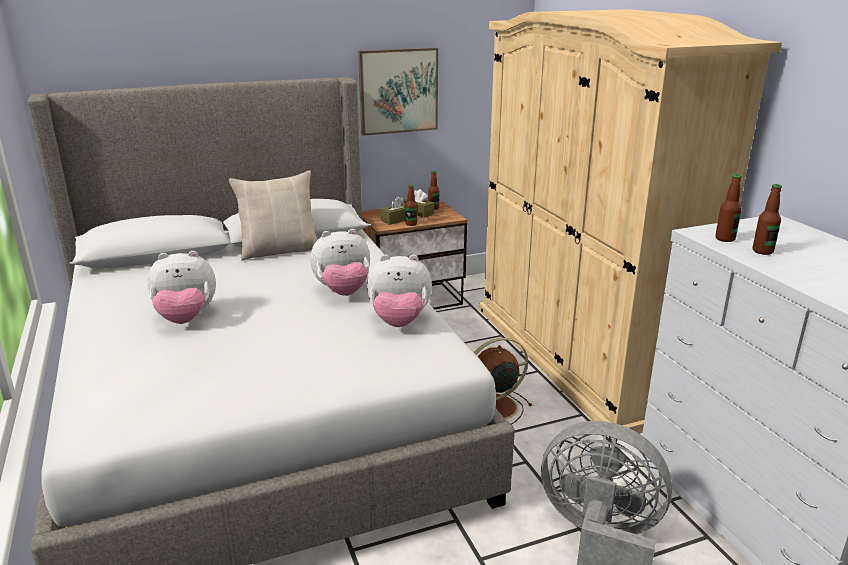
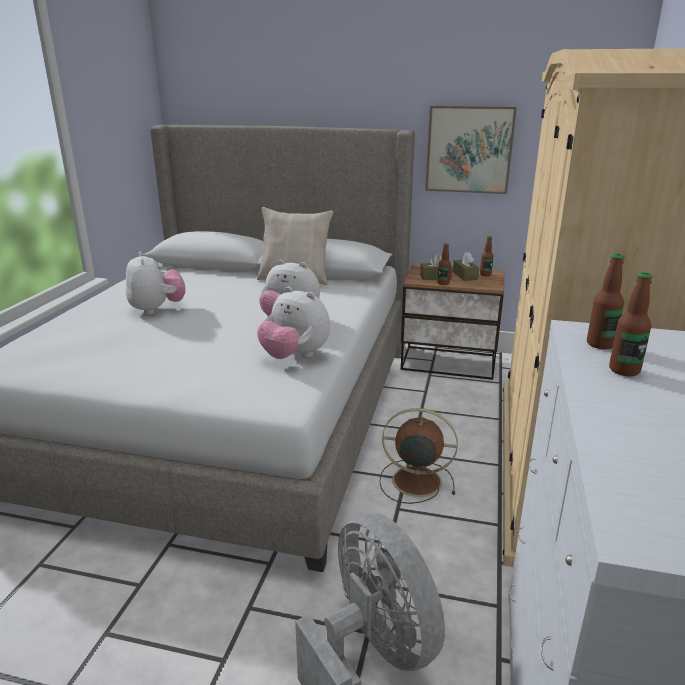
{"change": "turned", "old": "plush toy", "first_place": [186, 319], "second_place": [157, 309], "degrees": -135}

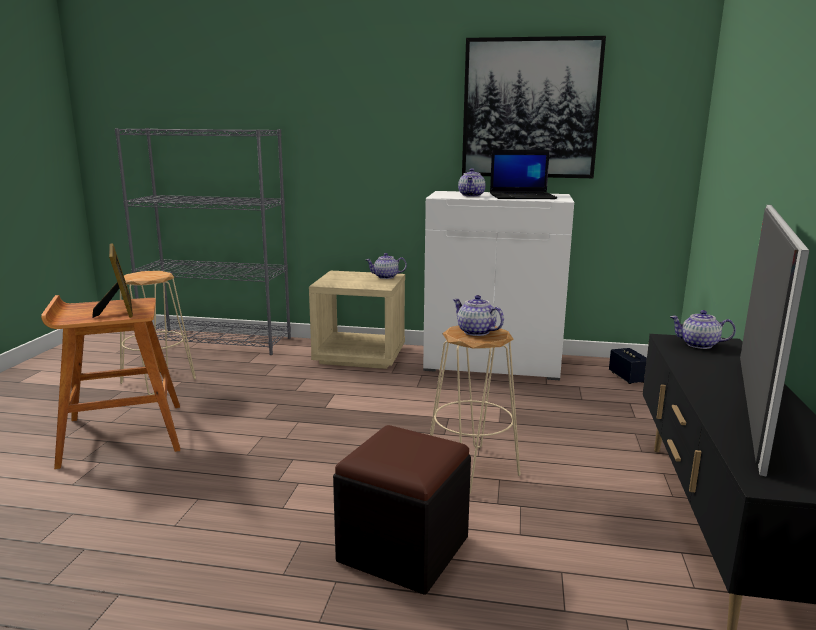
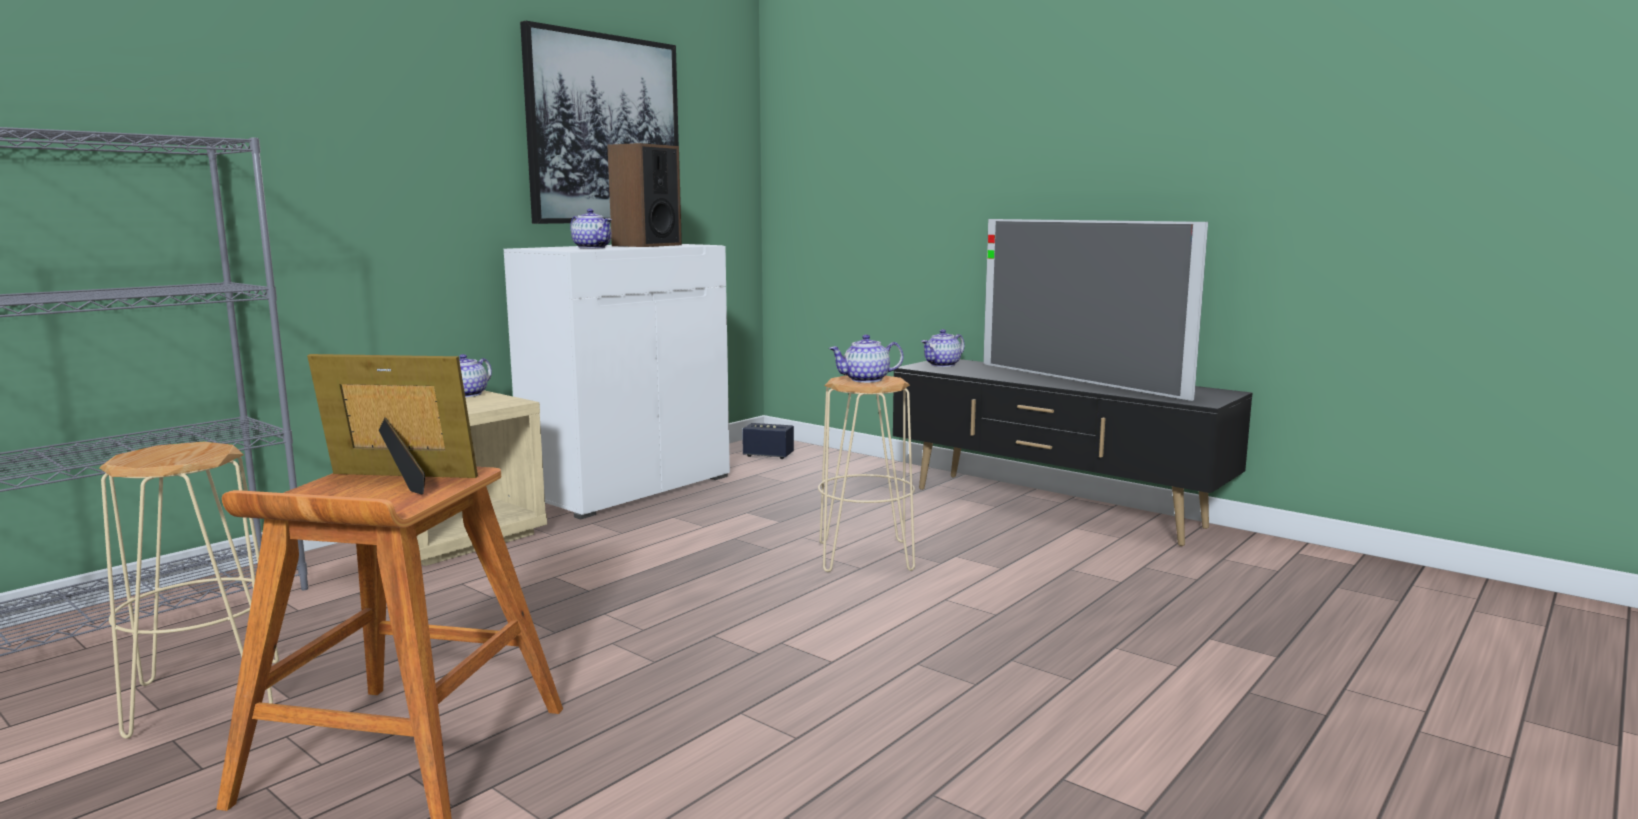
{"change": "replaced", "old": "laptop", "new": "speaker", "first_place": [523, 196], "second_place": [646, 245]}
{"change": "removed", "old": "black ottoman", "first_place": [403, 549]}

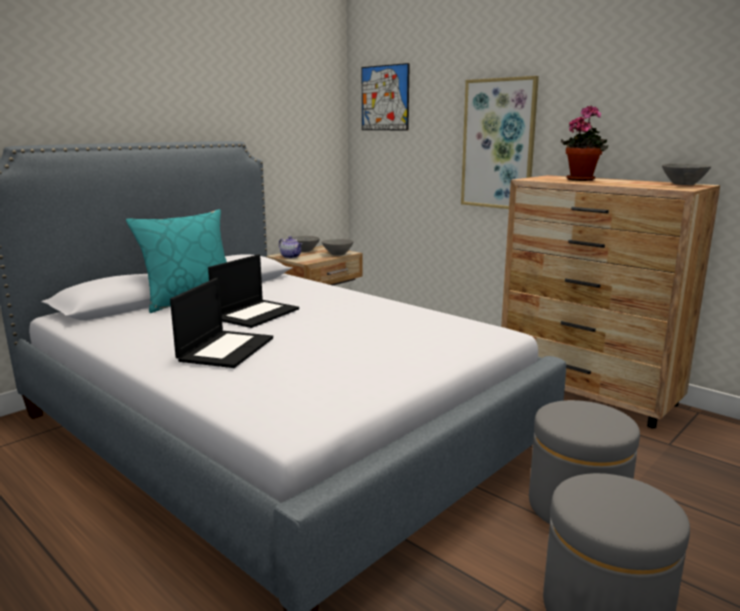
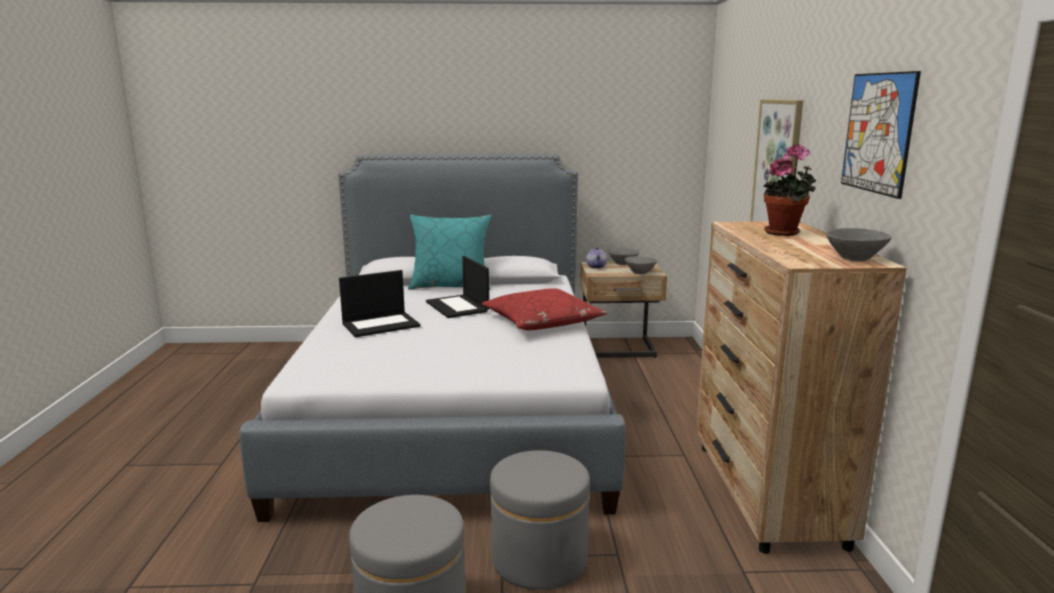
{"change": "moved", "old": "picture", "first_place": [385, 98], "second_place": [878, 133]}
{"change": "turned", "old": "laptop", "first_place": [256, 313], "second_place": [458, 307], "degrees": 75}
{"change": "added", "new": "red pillow", "second_place": [542, 322]}

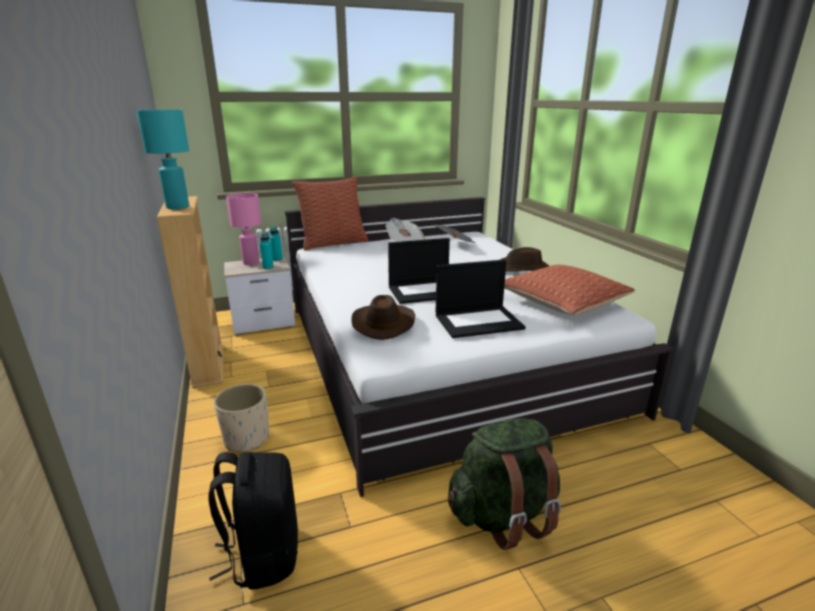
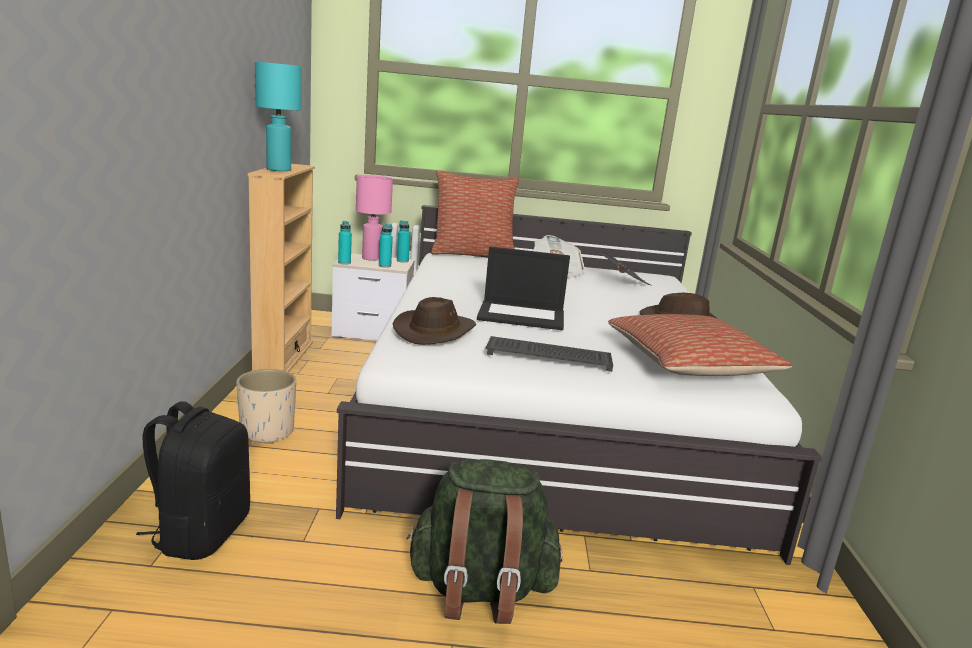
{"change": "replaced", "old": "laptop", "new": "keyboard", "first_place": [479, 321], "second_place": [550, 355]}
{"change": "added", "new": "turquoise bottle", "second_place": [344, 263]}

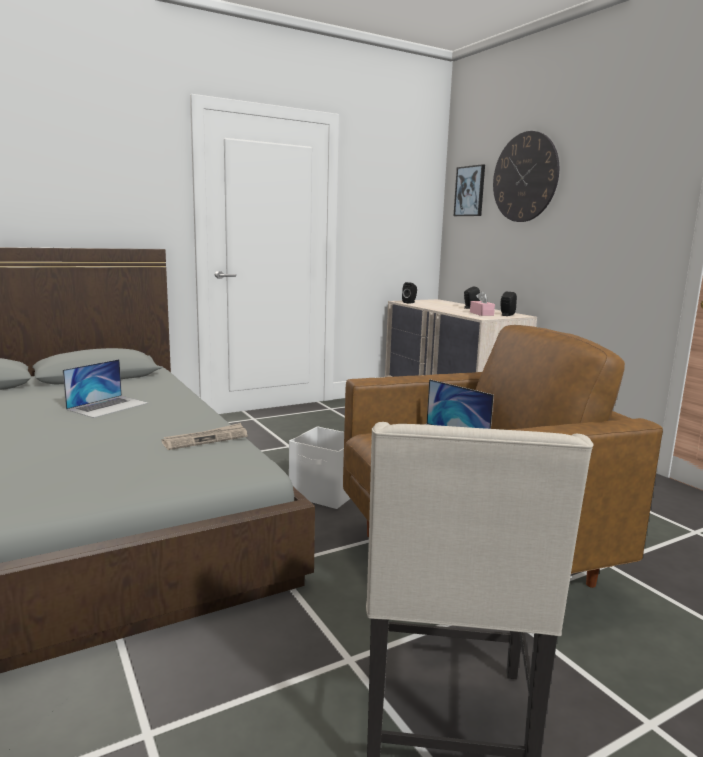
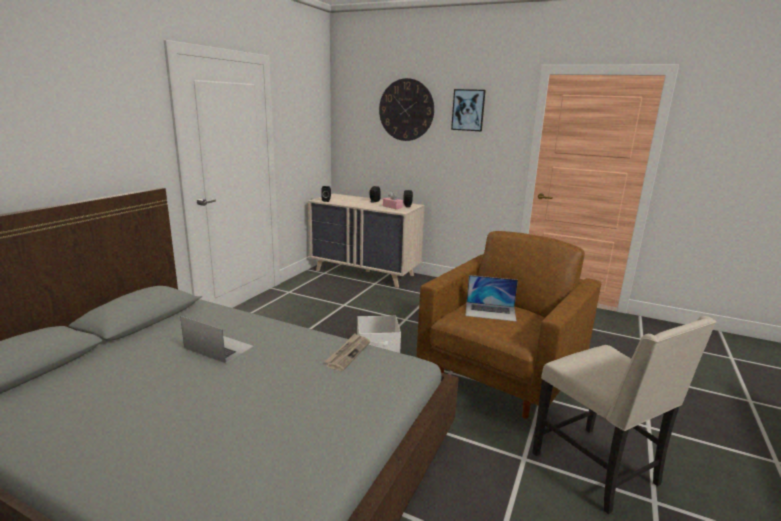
{"change": "moved", "old": "picture", "first_place": [470, 191], "second_place": [468, 110]}
{"change": "turned", "old": "laptop", "first_place": [108, 406], "second_place": [218, 347], "degrees": -60}

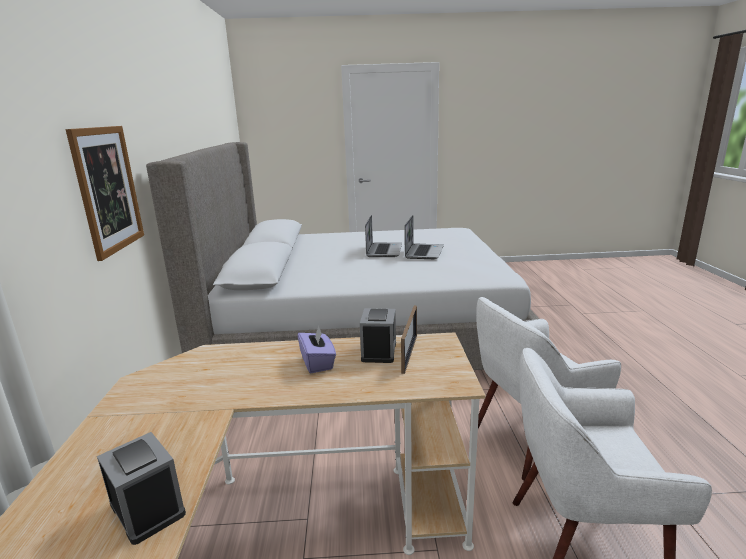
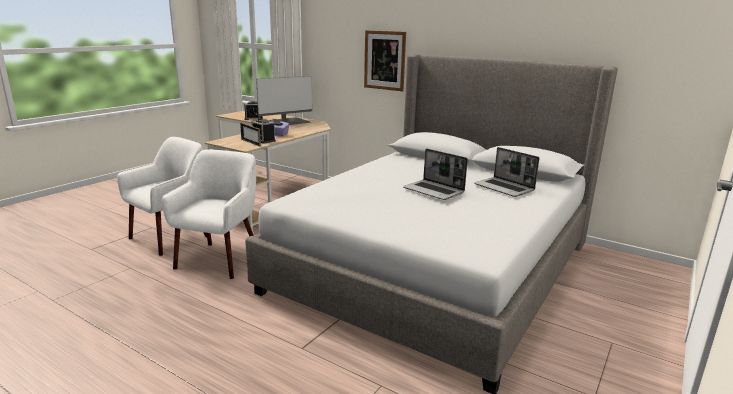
{"change": "moved", "old": "laptop", "first_place": [423, 252], "second_place": [504, 188]}
{"change": "added", "new": "monitor", "second_place": [289, 122]}

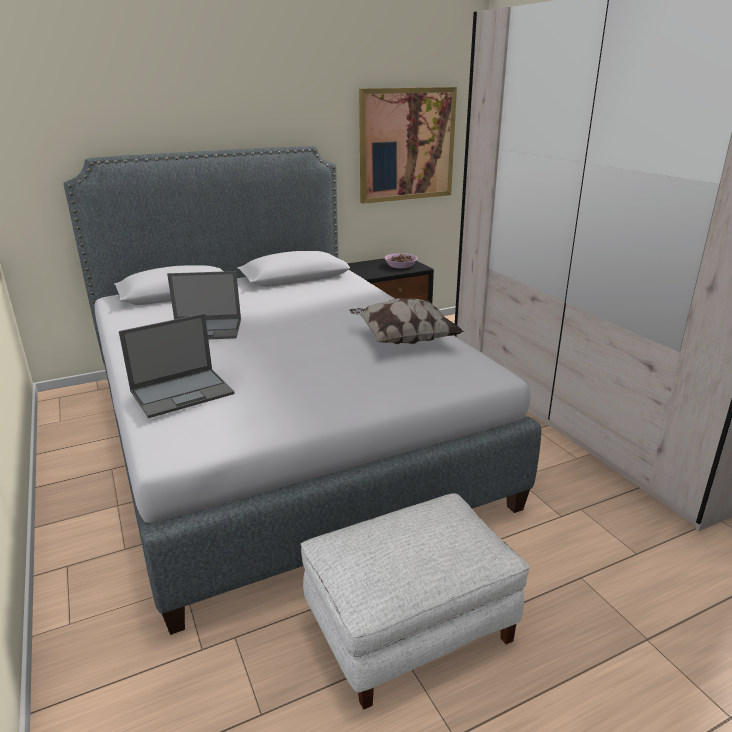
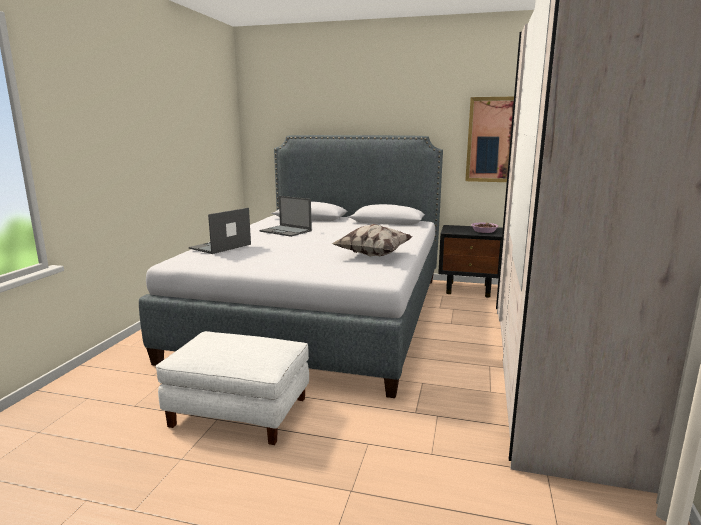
{"change": "turned", "old": "laptop", "first_place": [183, 392], "second_place": [220, 246], "degrees": 120}

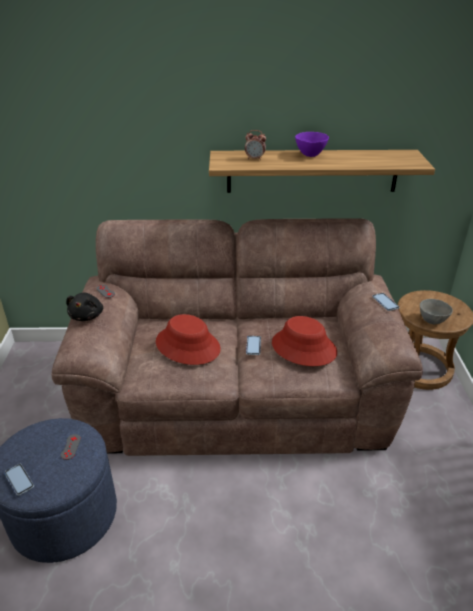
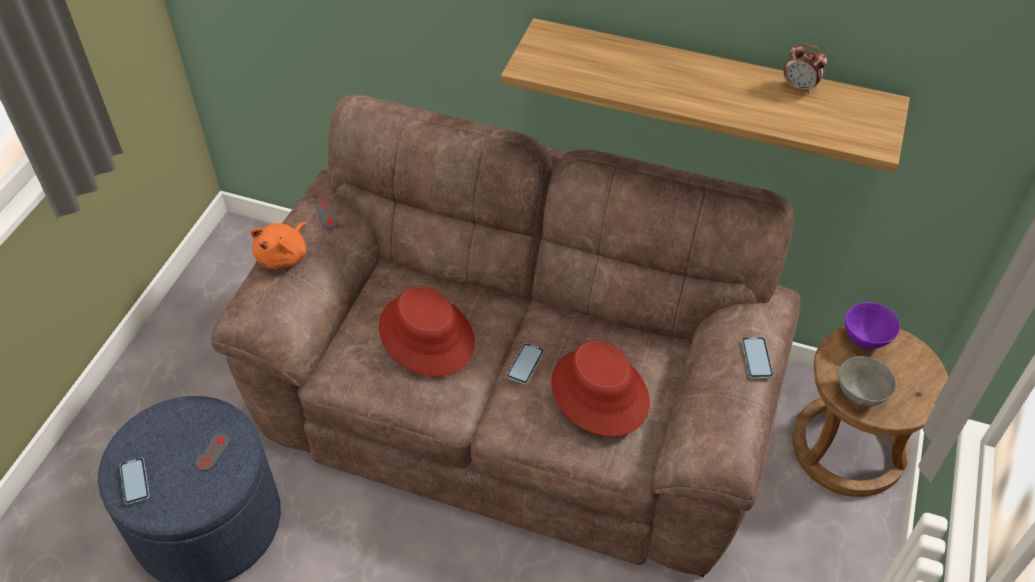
{"change": "moved", "old": "alarm clock", "first_place": [255, 159], "second_place": [799, 87]}
{"change": "moved", "old": "purple bowl", "first_place": [310, 155], "second_place": [865, 341]}
{"change": "recoloured", "old": "black plush toy", "new": "orange plush toy", "first_place": [87, 316], "second_place": [284, 256]}

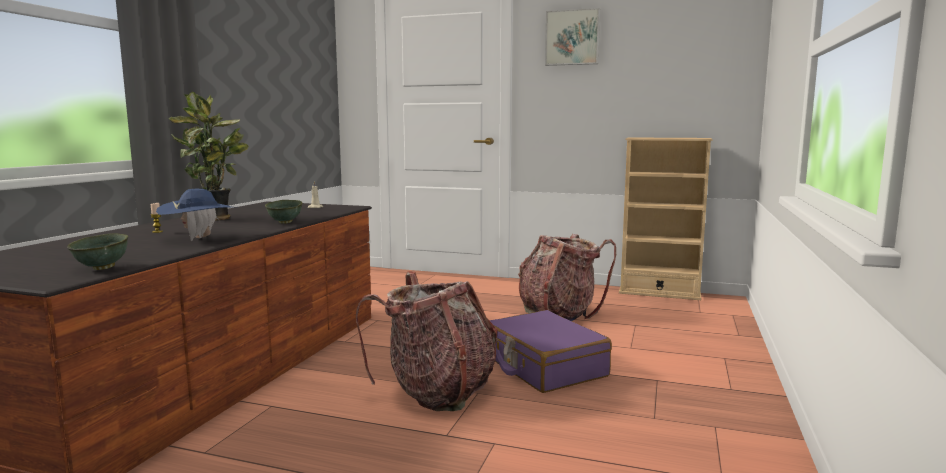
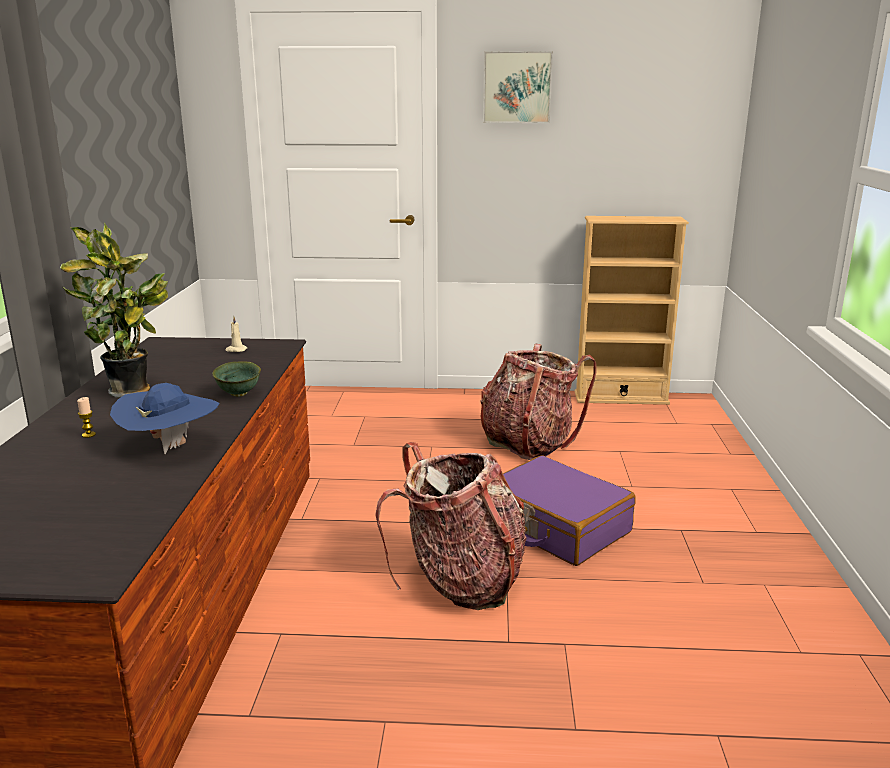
{"change": "removed", "old": "green bowl", "first_place": [103, 268]}

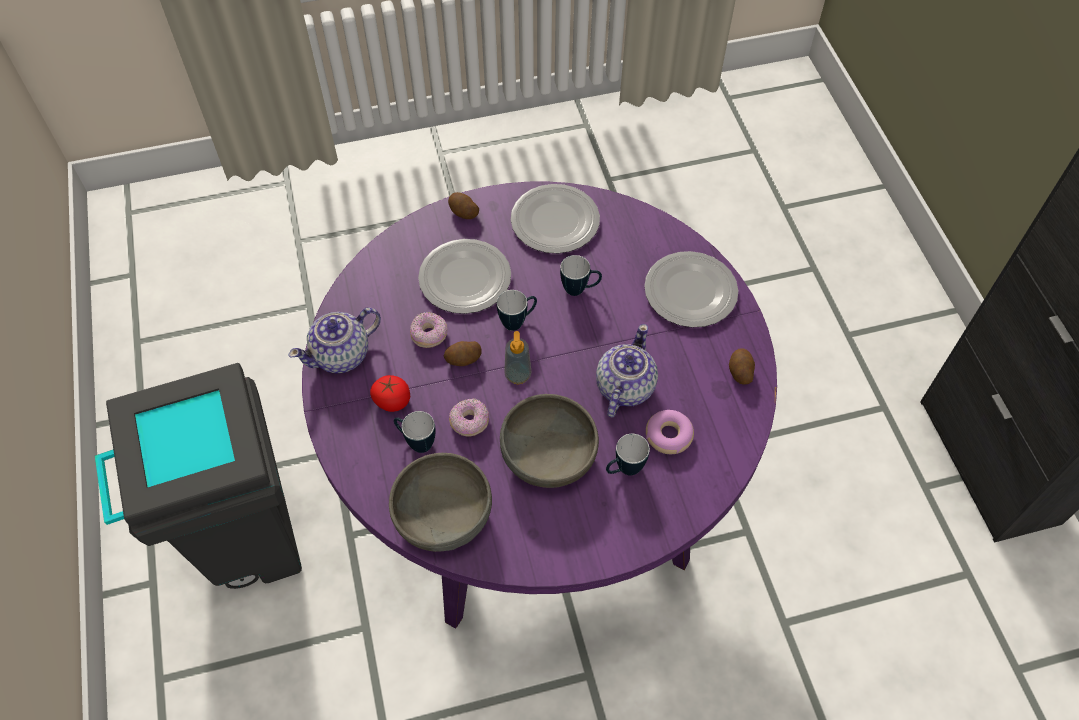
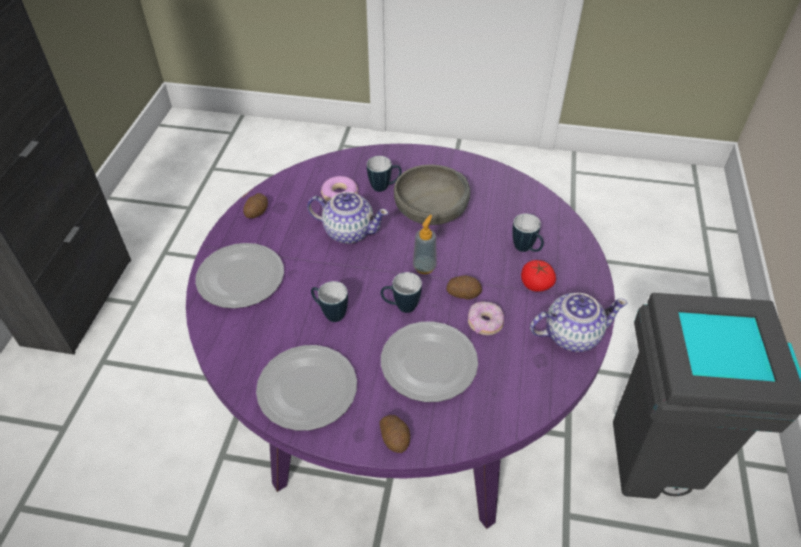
{"change": "turned", "old": "teapot", "first_place": [624, 387], "second_place": [348, 231], "degrees": -120}
{"change": "removed", "old": "donut", "first_place": [469, 422]}
{"change": "removed", "old": "grey bowl", "first_place": [442, 515]}

